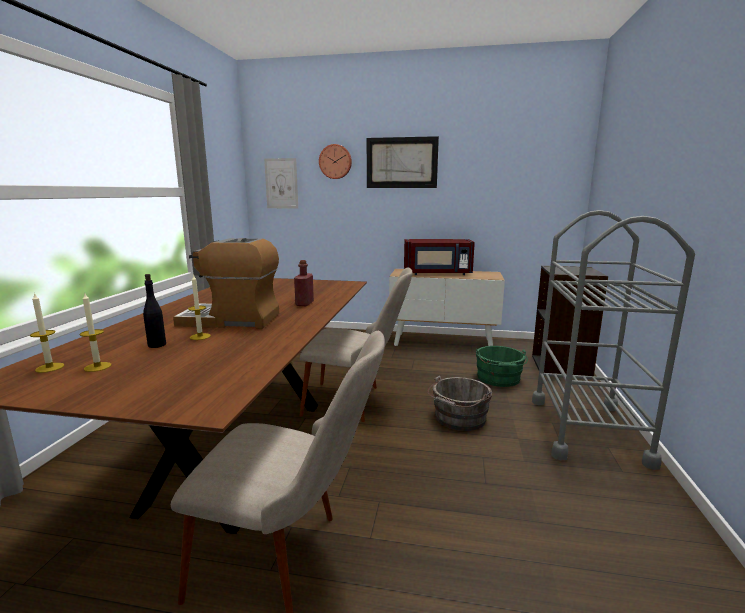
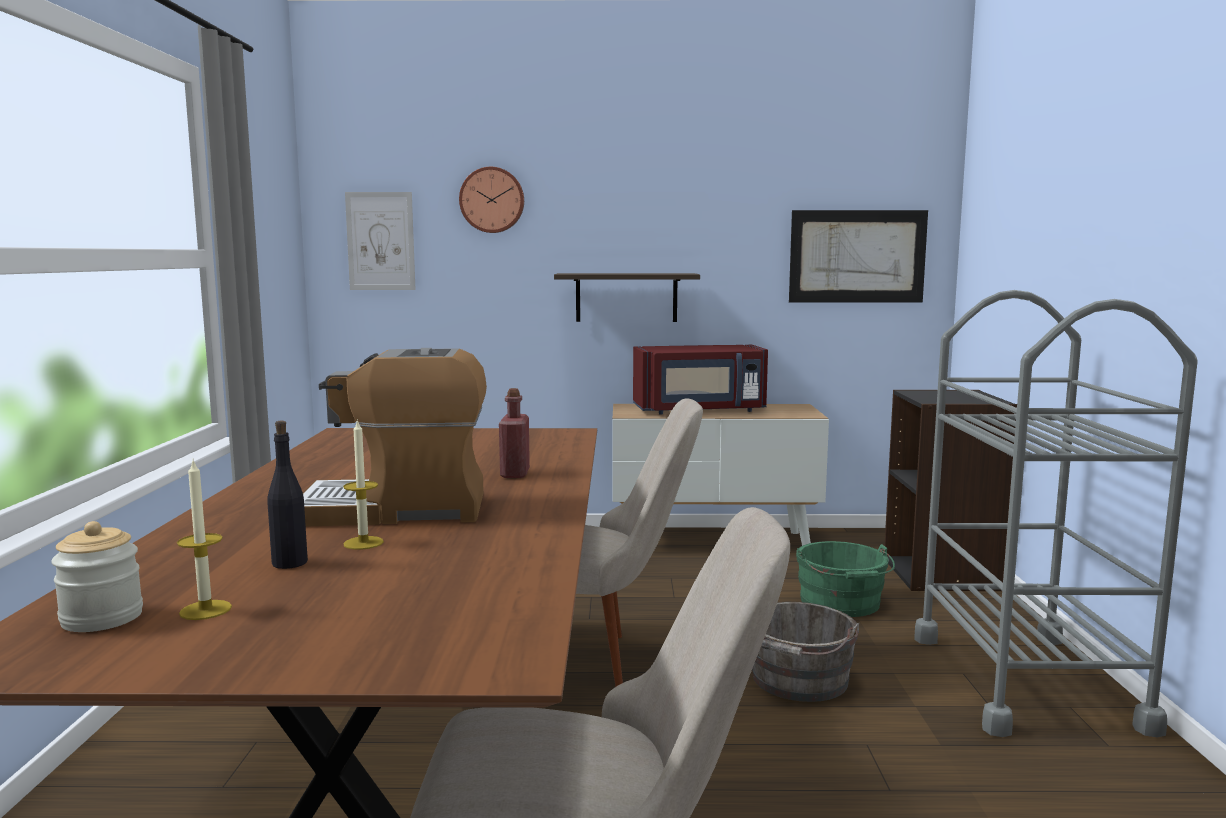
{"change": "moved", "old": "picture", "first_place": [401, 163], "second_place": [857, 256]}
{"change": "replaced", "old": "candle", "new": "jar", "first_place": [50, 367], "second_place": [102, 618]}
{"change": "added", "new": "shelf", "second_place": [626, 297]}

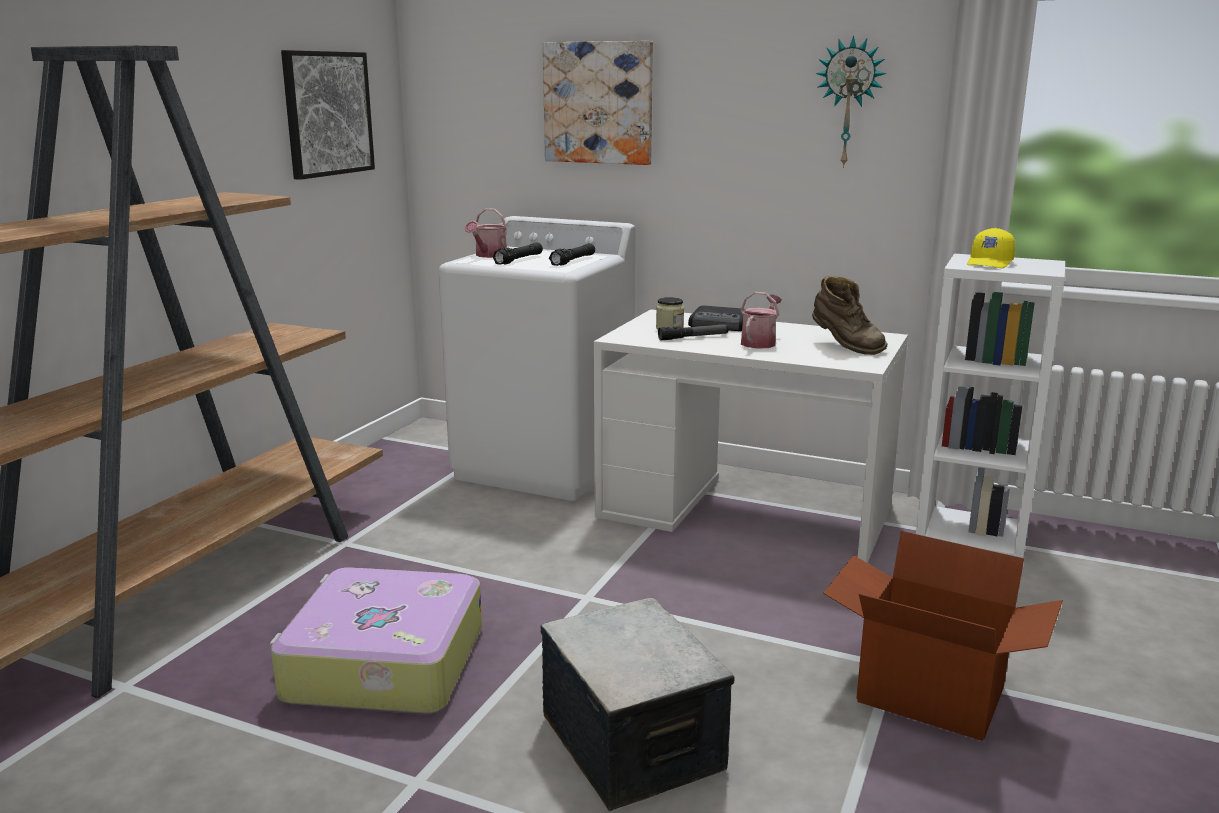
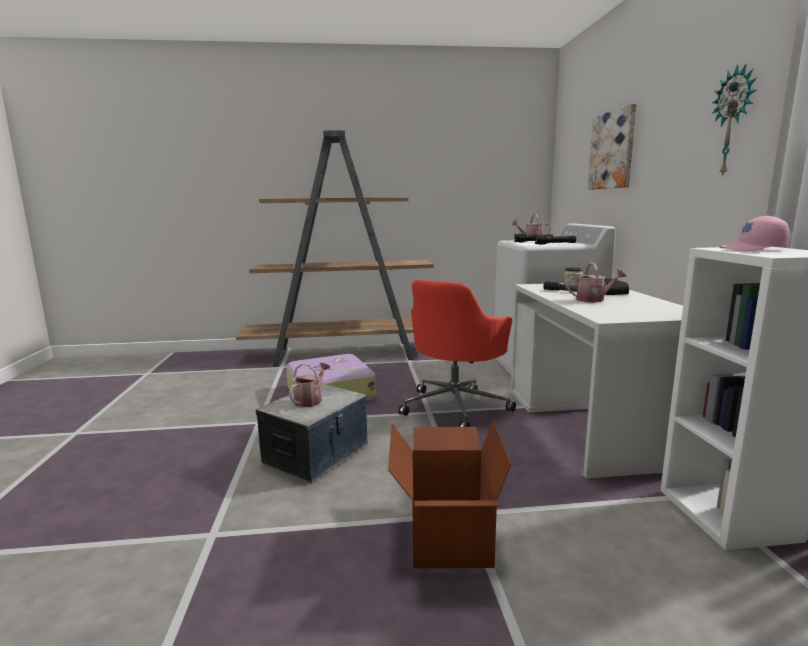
{"change": "removed", "old": "picture", "first_place": [327, 113]}
{"change": "recoloured", "old": "yellow cap", "new": "pink cap", "first_place": [990, 263], "second_place": [752, 249]}
{"change": "removed", "old": "brown boot", "first_place": [845, 347]}
{"change": "added", "new": "red office chair", "second_place": [456, 407]}
{"change": "added", "new": "watering can", "second_place": [310, 400]}

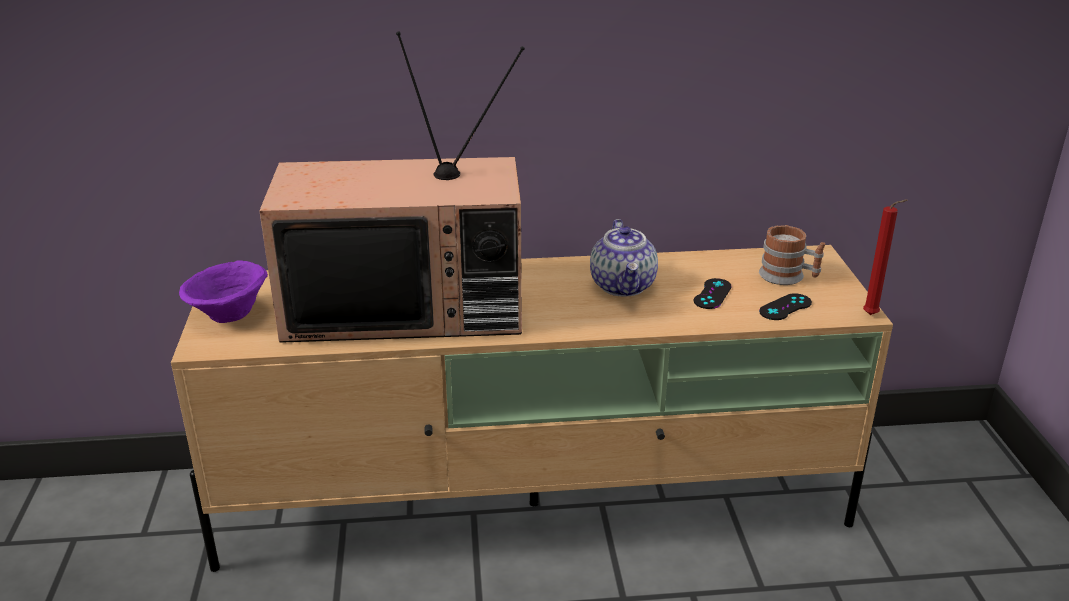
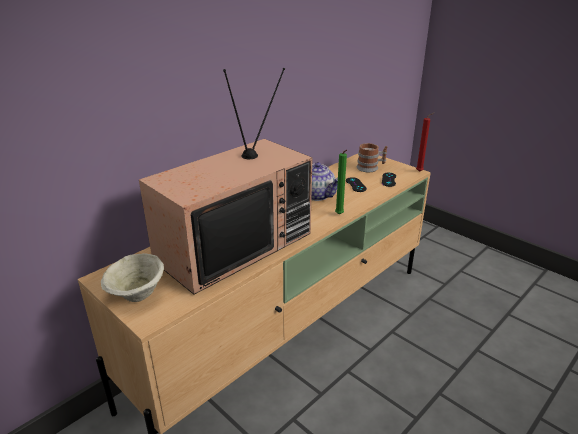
{"change": "recoloured", "old": "purple bowl", "new": "beige bowl", "first_place": [230, 316], "second_place": [138, 295]}
{"change": "added", "new": "green candle", "second_place": [339, 215]}

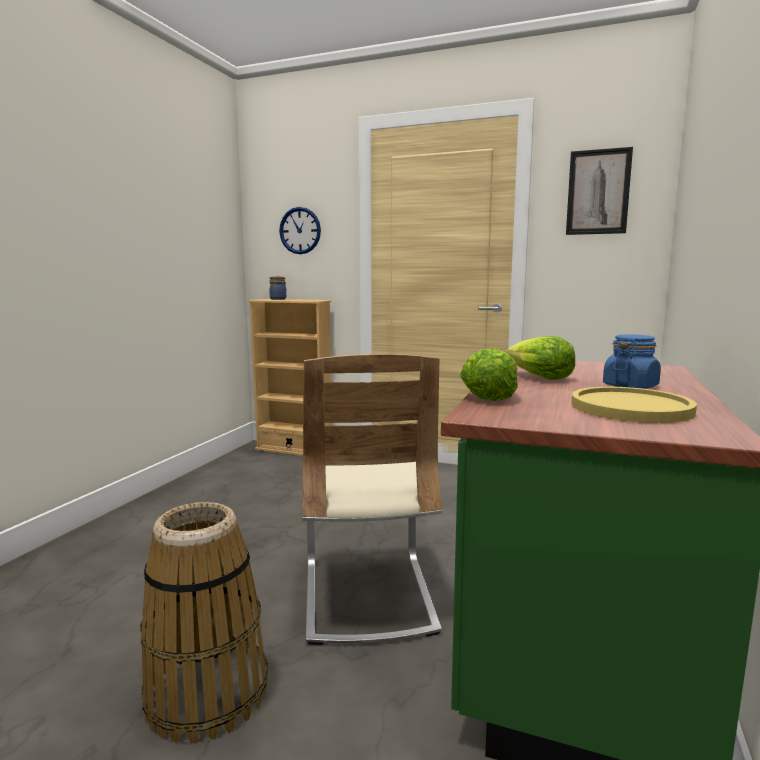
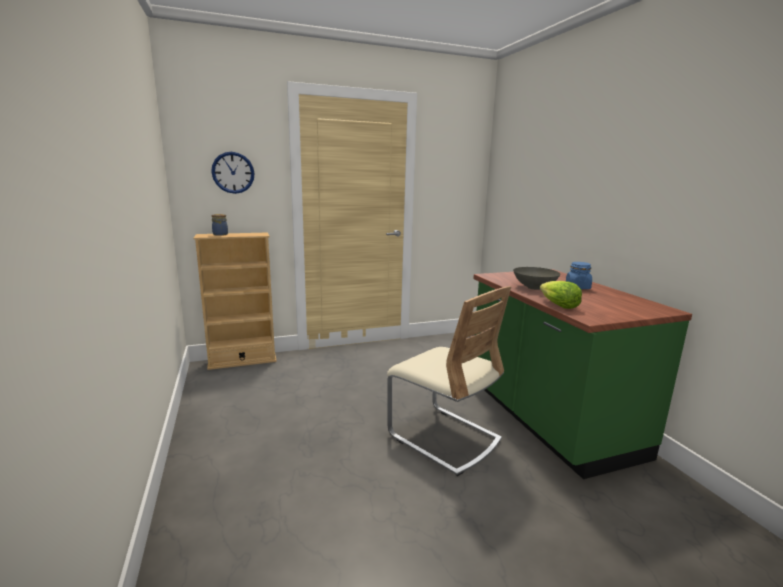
{"change": "removed", "old": "picture", "first_place": [598, 192]}
{"change": "replaced", "old": "lettuce", "new": "grey bowl", "first_place": [538, 377], "second_place": [534, 288]}
{"change": "removed", "old": "yellow plate", "first_place": [630, 407]}
{"change": "removed", "old": "basket", "first_place": [207, 693]}

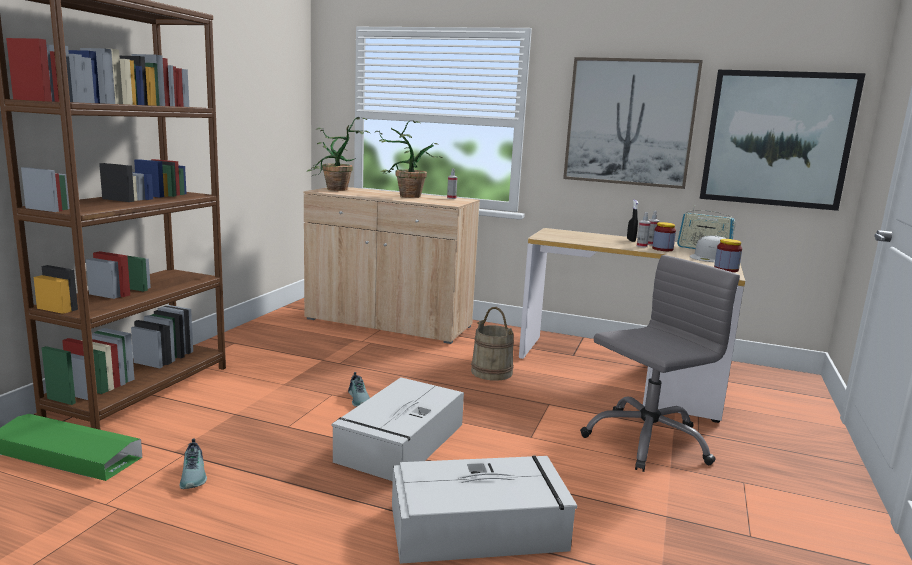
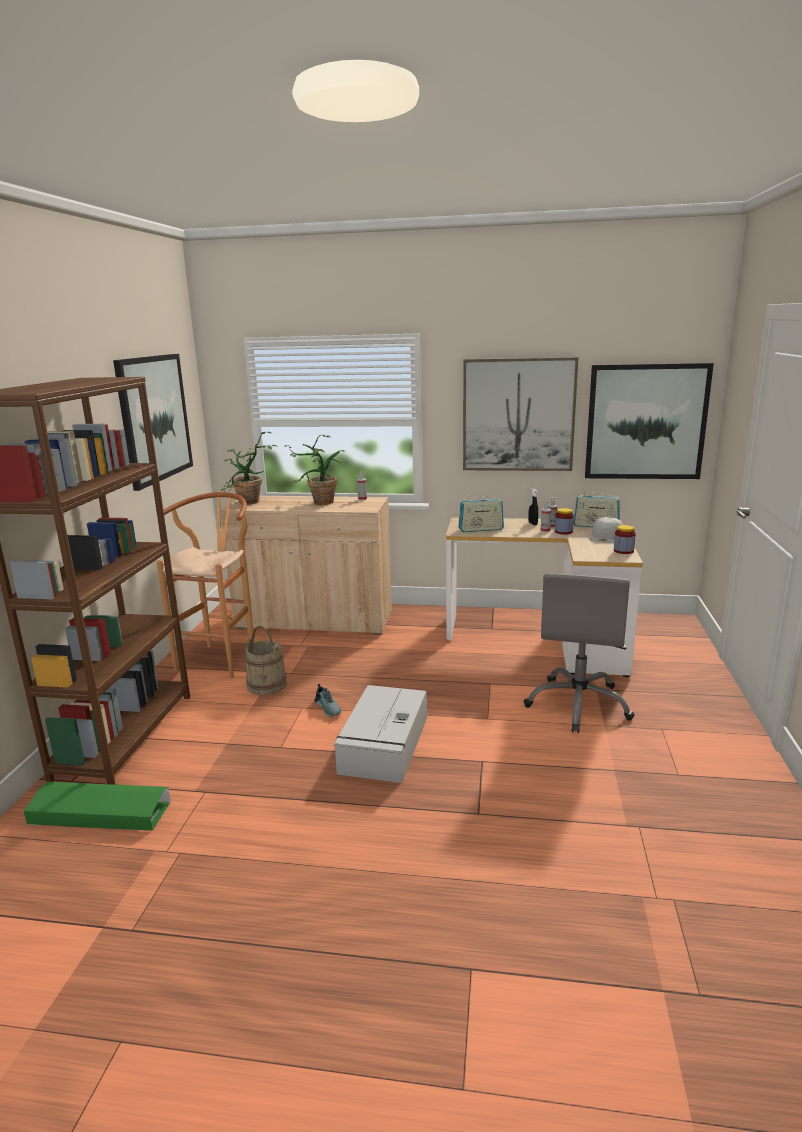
{"change": "turned", "old": "grey office chair", "first_place": [646, 440], "second_place": [578, 704], "degrees": 150}
{"change": "moved", "old": "beige bucket", "first_place": [492, 372], "second_place": [267, 685]}
{"change": "removed", "old": "shoe", "first_place": [194, 475]}
{"change": "removed", "old": "grey storage box", "first_place": [480, 527]}
{"change": "added", "new": "picture", "second_place": [154, 418]}
{"change": "added", "new": "brown stool", "second_place": [221, 657]}
{"change": "added", "new": "radio", "second_place": [481, 529]}

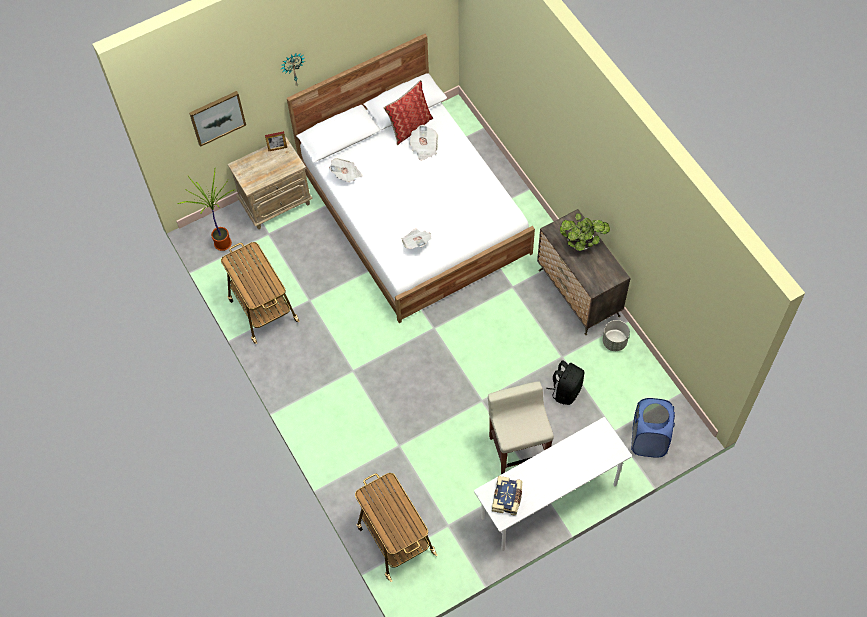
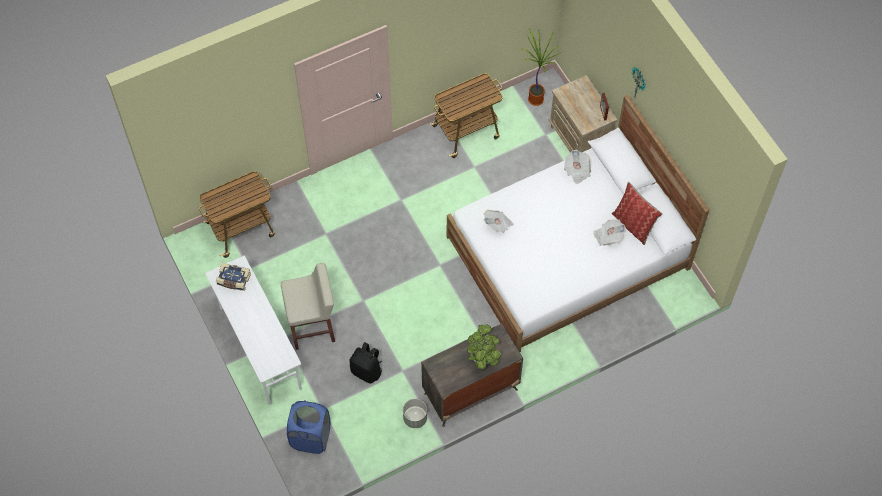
{"change": "removed", "old": "picture", "first_place": [217, 117]}

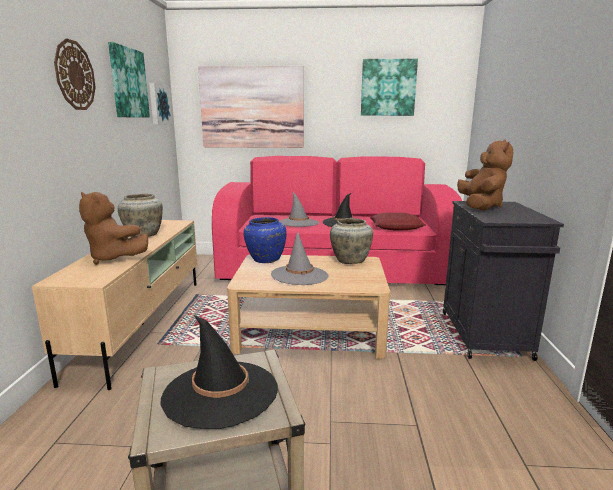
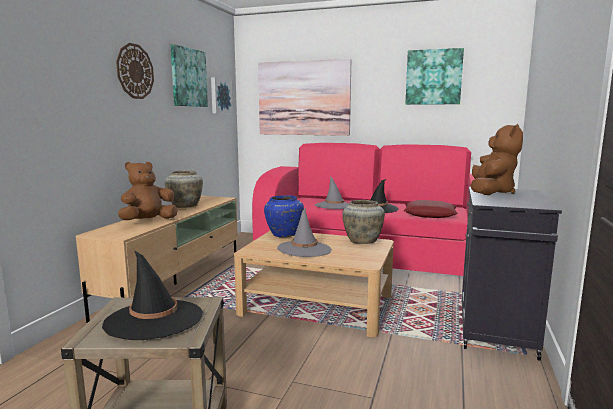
{"change": "turned", "old": "brown plush toy", "first_place": [113, 258], "second_place": [148, 221], "degrees": 90}

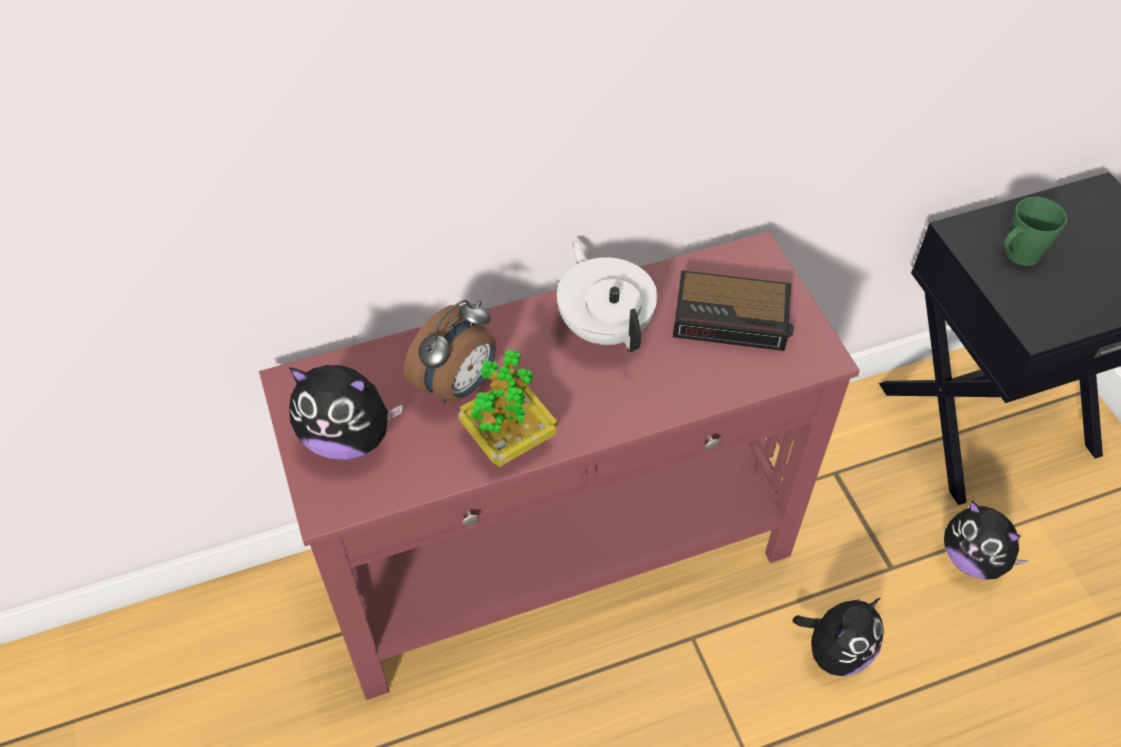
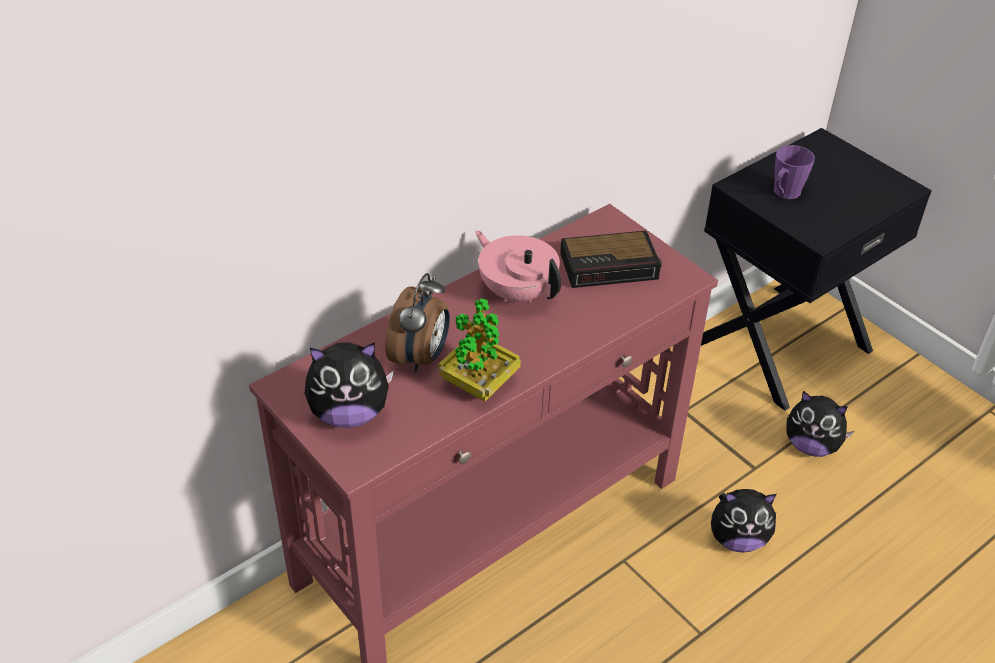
{"change": "recoloured", "old": "green mug", "new": "purple mug", "first_place": [1017, 256], "second_place": [784, 193]}
{"change": "recoloured", "old": "white teapot", "new": "pink teapot", "first_place": [605, 326], "second_place": [517, 292]}
{"change": "turned", "old": "plush toy", "first_place": [835, 651], "second_place": [737, 539], "degrees": 60}

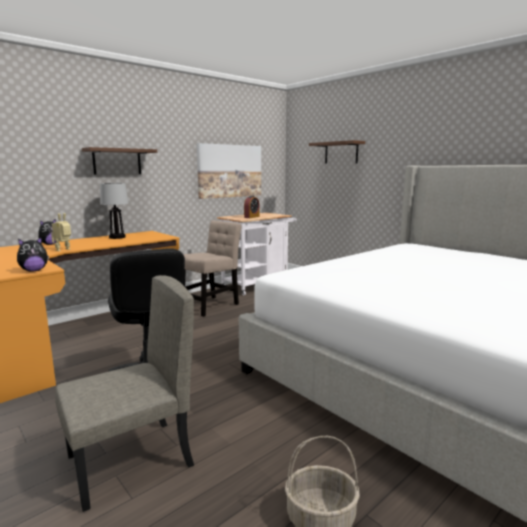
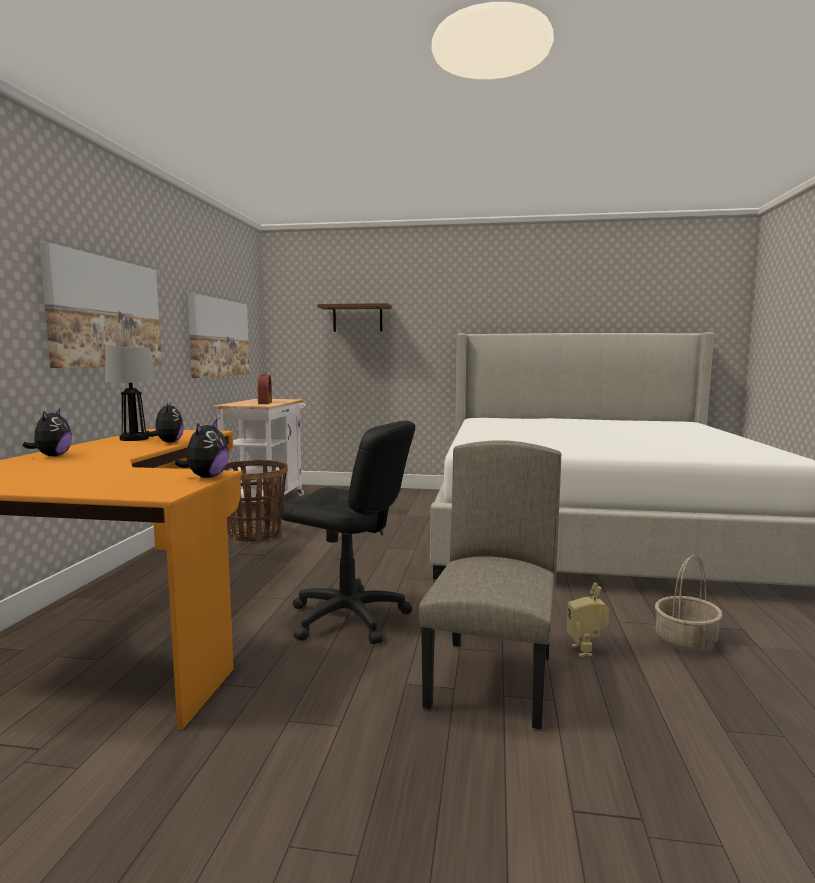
{"change": "replaced", "old": "brown shelf", "new": "picture", "first_place": [117, 161], "second_place": [105, 313]}
{"change": "moved", "old": "toy robot", "first_place": [64, 250], "second_place": [586, 650]}
{"change": "replaced", "old": "beige chair", "new": "basket", "first_place": [212, 305], "second_place": [254, 534]}
{"change": "added", "new": "plush toy", "second_place": [168, 442]}

